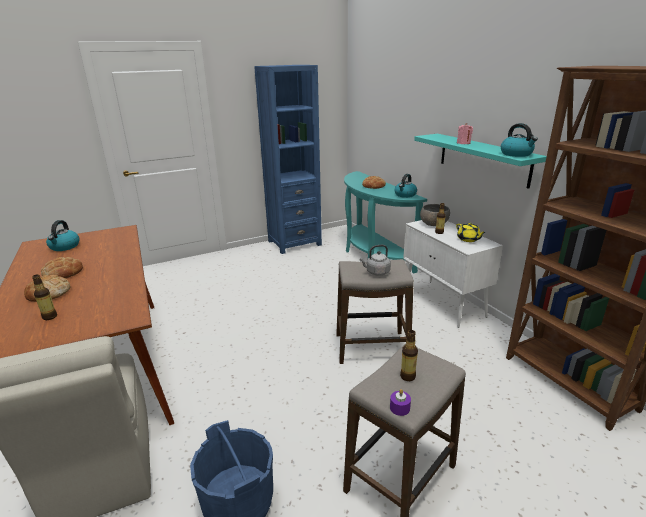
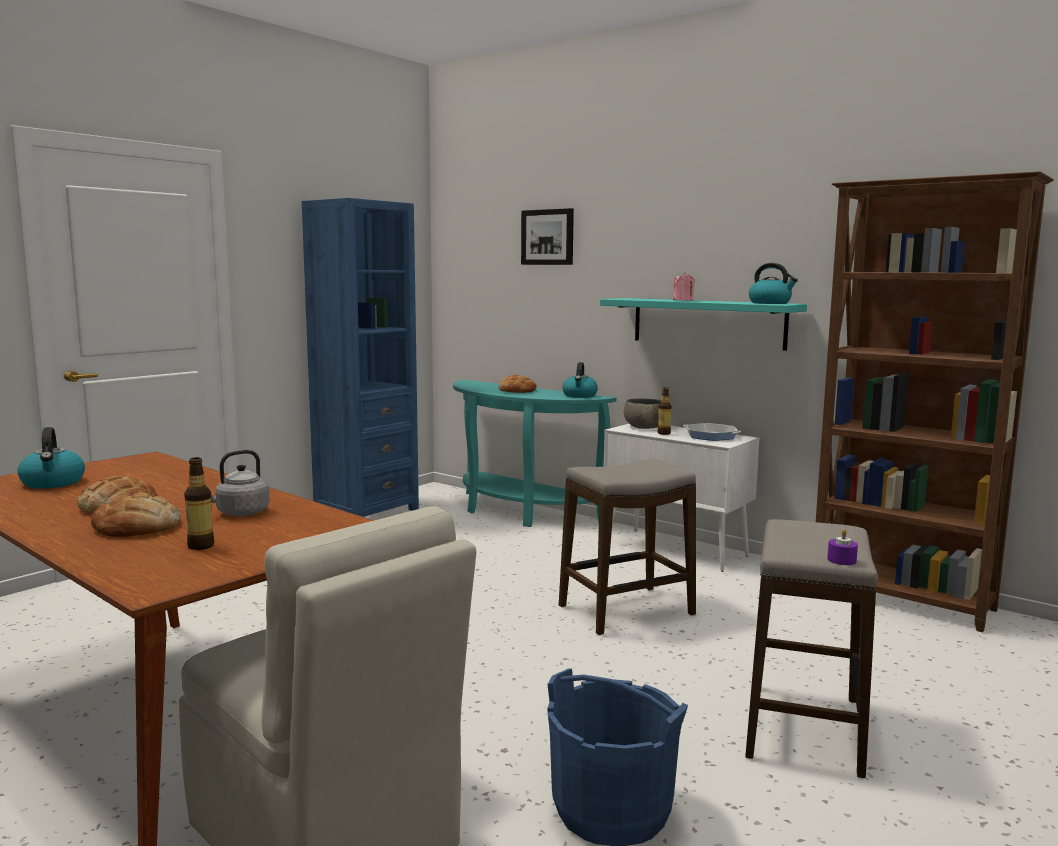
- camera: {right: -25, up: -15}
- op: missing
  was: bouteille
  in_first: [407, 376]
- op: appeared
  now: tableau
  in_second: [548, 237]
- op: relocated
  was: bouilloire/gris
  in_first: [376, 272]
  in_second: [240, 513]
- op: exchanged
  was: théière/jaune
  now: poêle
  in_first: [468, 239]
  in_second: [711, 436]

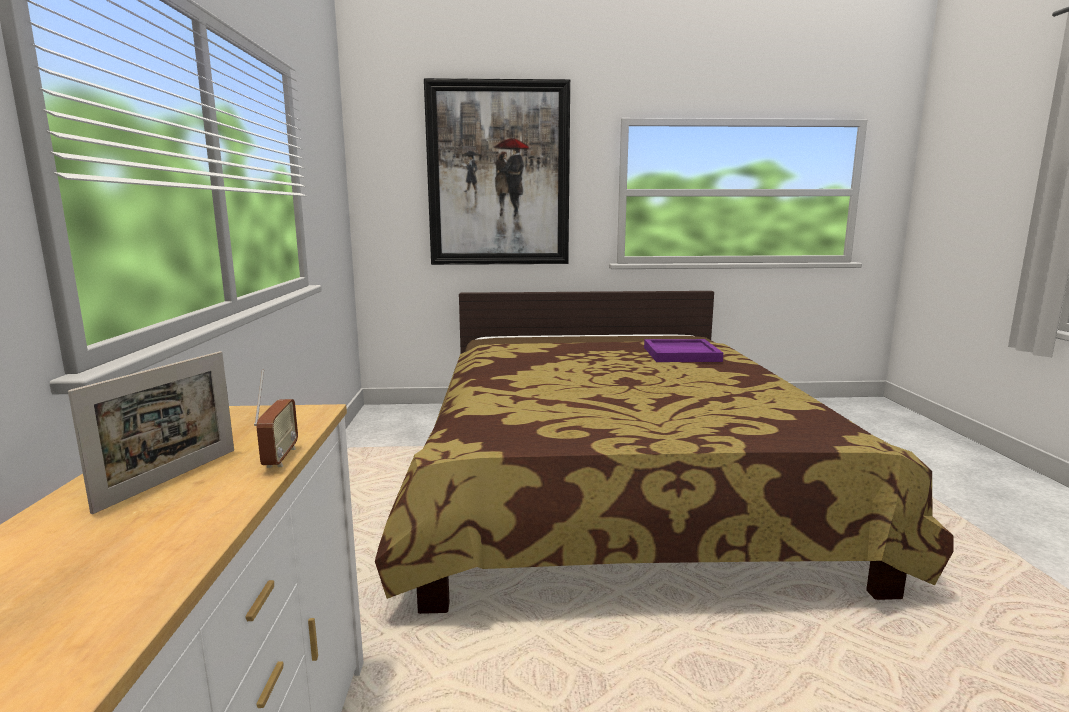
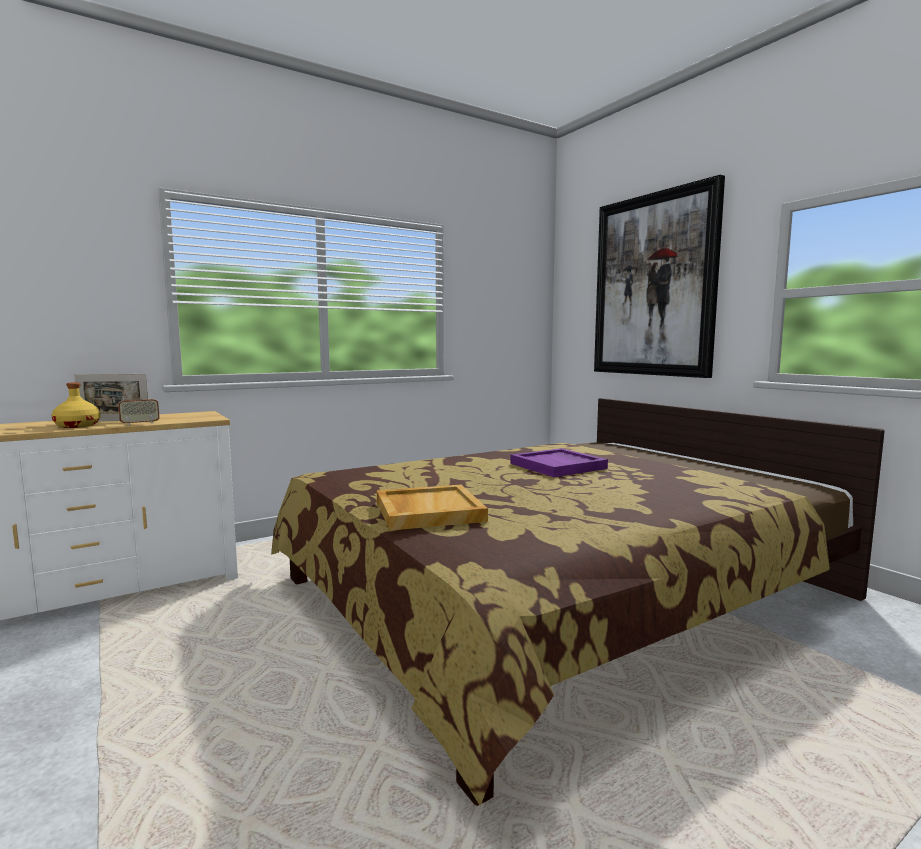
- camera: {right: 60, up: -5}
- op: appeared
  now: bouteille/jaune
  in_second: [78, 426]
- op: appeared
  now: plateau/beige
  in_second: [428, 511]
- op: relocated
  was: plateau/violet
  in_first: [681, 354]
  in_second: [558, 466]

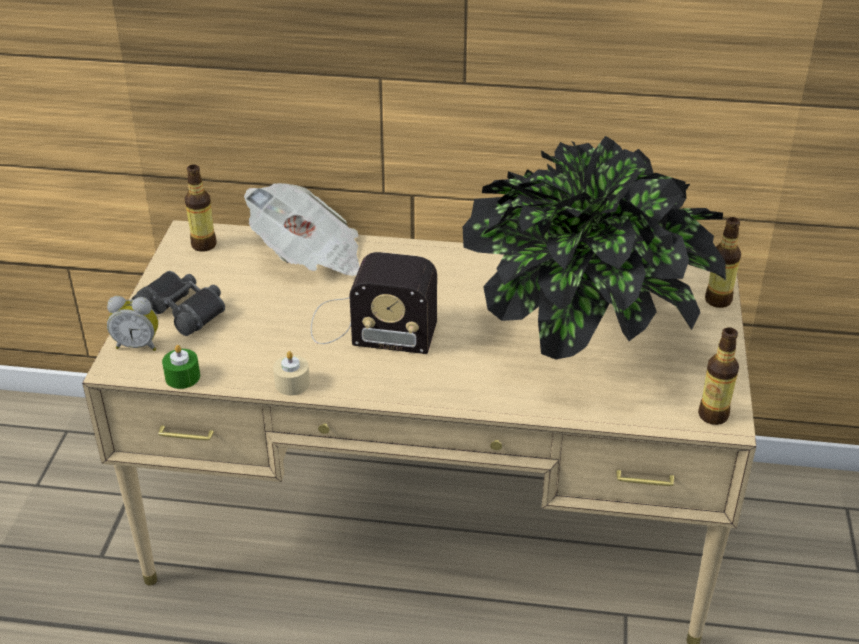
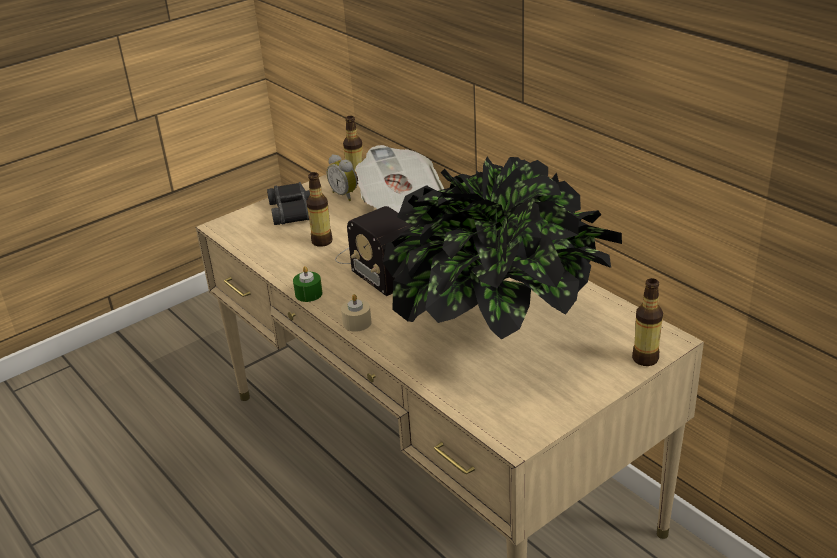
- camera: {right: 45, up: -5}
- op: relocated
  was: réveil
  in_first: [138, 345]
  in_second: [345, 195]
- op: relocated
  was: bougie/vert
  in_first: [182, 377]
  in_second: [308, 294]
- op: relocated
  was: bougie/beige
  in_first: [292, 383]
  in_second: [357, 323]
- op: relocated
  was: bouteille
  in_first: [713, 415]
  in_second: [322, 241]

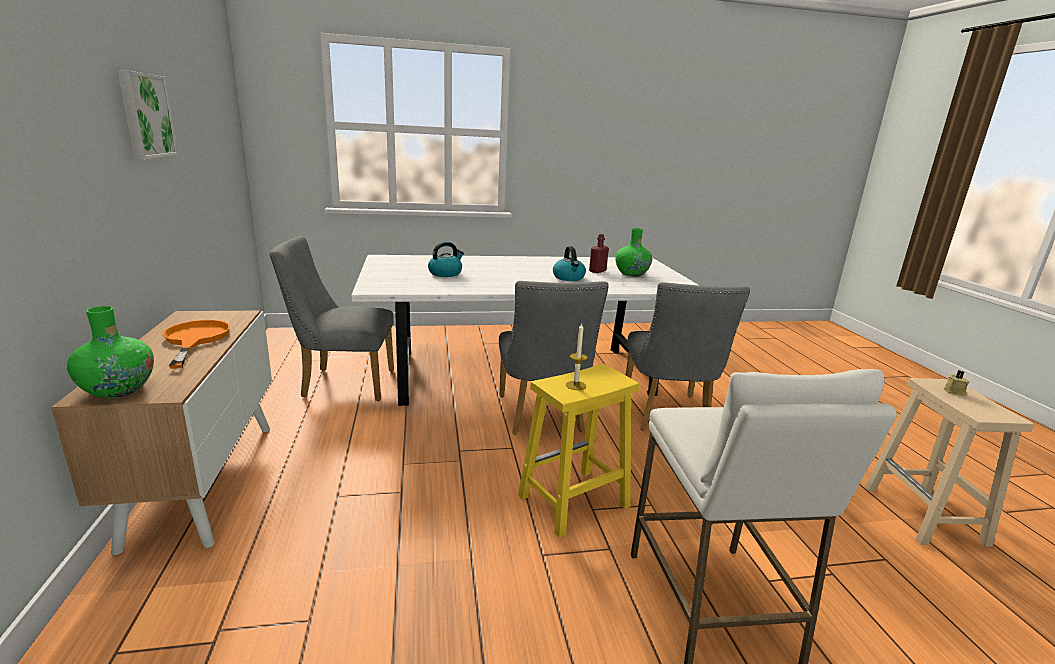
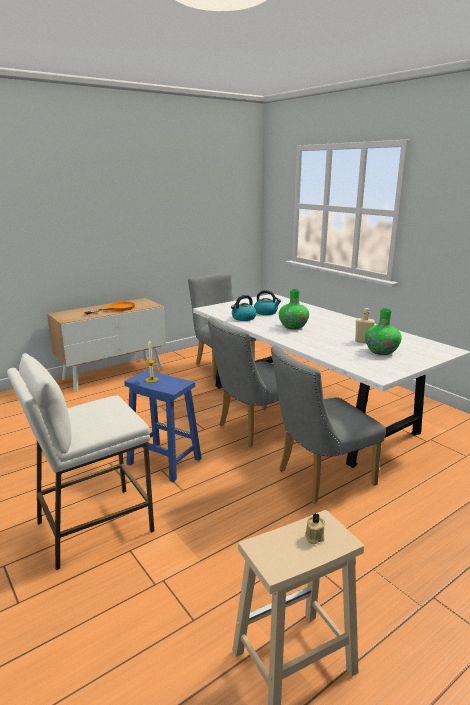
- camera: {right: 65, up: 0}
- op: missing
  was: tableau
  in_first: [145, 115]
- op: relocated
  was: vase/vert
  in_first: [118, 389]
  in_second: [293, 327]
- op: relocated
  was: bouilloire
  in_first: [569, 278]
  in_second: [243, 318]
- op: colour
  was: tabouret/jaune
  now: tabouret/bleu
  in_first: [572, 502]
  in_second: [163, 461]
- op: colour
  was: bouteille/rouge
  now: bouteille/beige
  in_first: [597, 271]
  in_second: [363, 341]

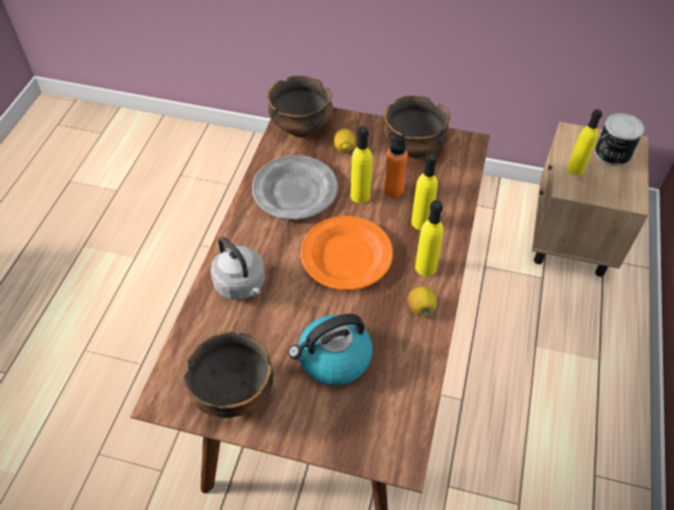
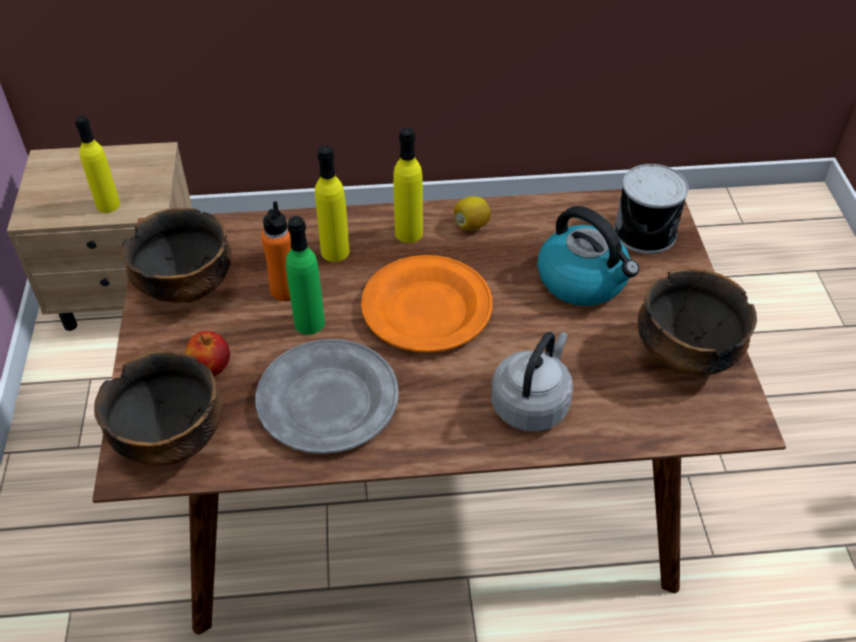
- camera: {right: -110, up: -5}
- op: relocated
  was: boîte métallique
  in_first: [612, 153]
  in_second: [646, 233]
- op: exchanged
  was: citron
  now: pomme
  in_first: [344, 148]
  in_second: [211, 368]
- op: colour
  was: bouteille/jaune
  now: bouteille/vert
  in_first: [360, 196]
  in_second: [309, 323]

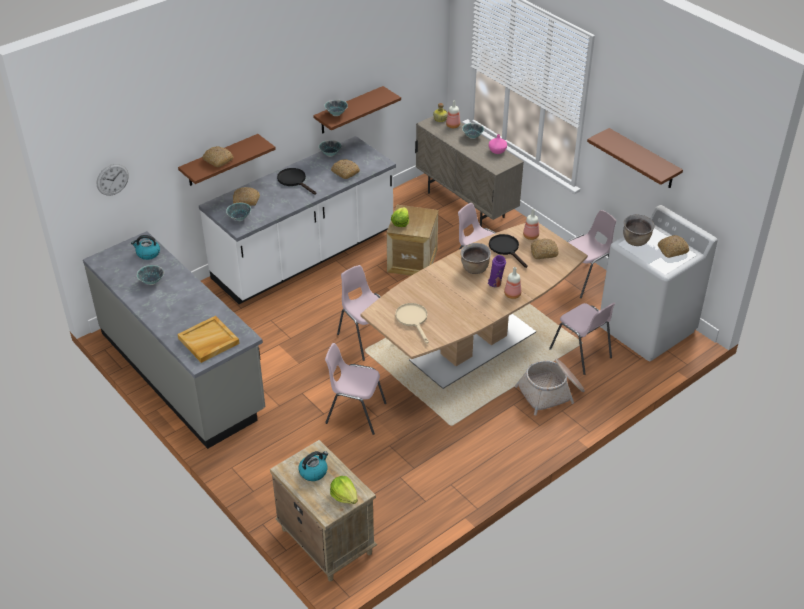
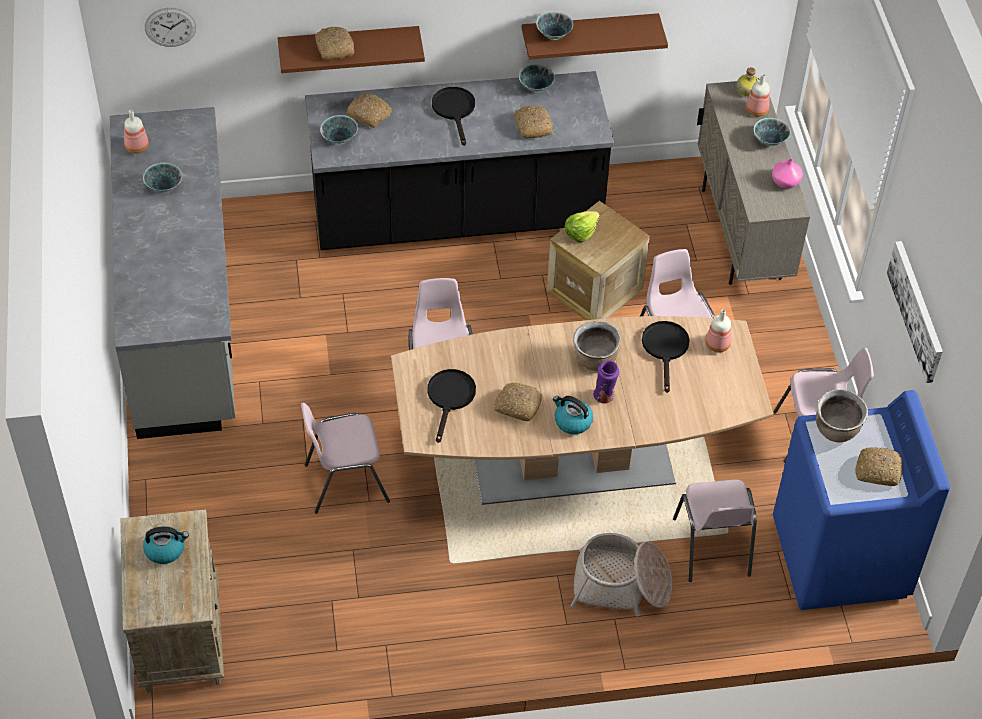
- camera: {right: 30, up: 10}
- op: missing
  was: plateau/beige
  in_first: [208, 341]
- op: missing
  was: laitue
  in_first: [344, 496]
- op: relocated
  was: bouilloire
  in_first: [148, 254]
  in_second: [572, 421]
- op: relocated
  was: bouteille
  in_first: [513, 295]
  in_second: [137, 147]
- op: relocated
  was: pain
  in_first: [543, 253]
  in_second: [517, 406]
- op: exchanged
  was: étagère/marron
  now: tableau
  in_first: [643, 159]
  in_second: [917, 310]
- op: colour
  was: comptoir de cuisine/blanc
  now: comptoir de cuisine/noir
  in_first: [304, 256]
  in_second: [457, 216]
- op: colour
  was: poêle/beige
  now: poêle/noir
  in_first: [413, 320]
  in_second: [450, 398]
- op: colour
  was: lave-linge/blanc
  now: lave-linge/bleu
  in_first: [647, 329]
  in_second: [840, 558]
- op: spun
  was: chaise/rose
  in_first: [355, 413]
  in_second: [345, 482]
  clockwise: -60

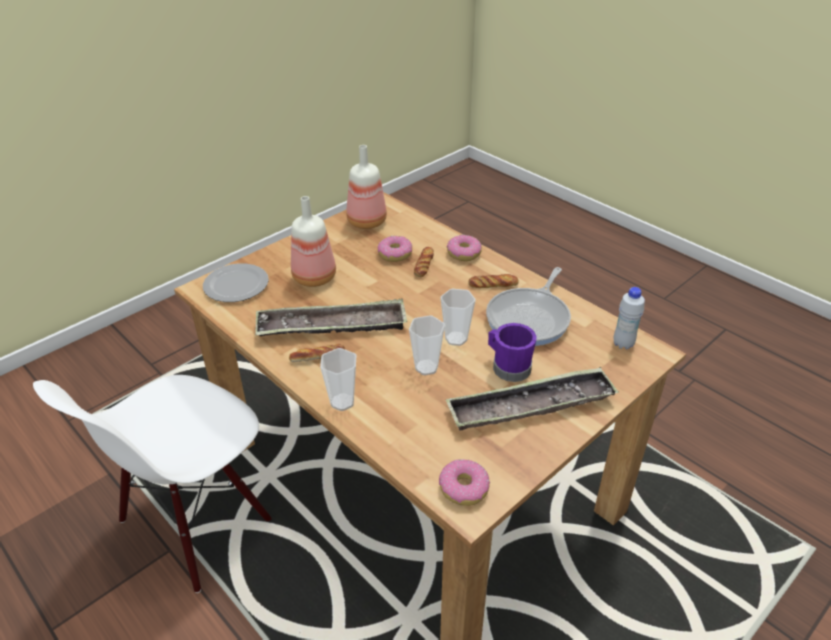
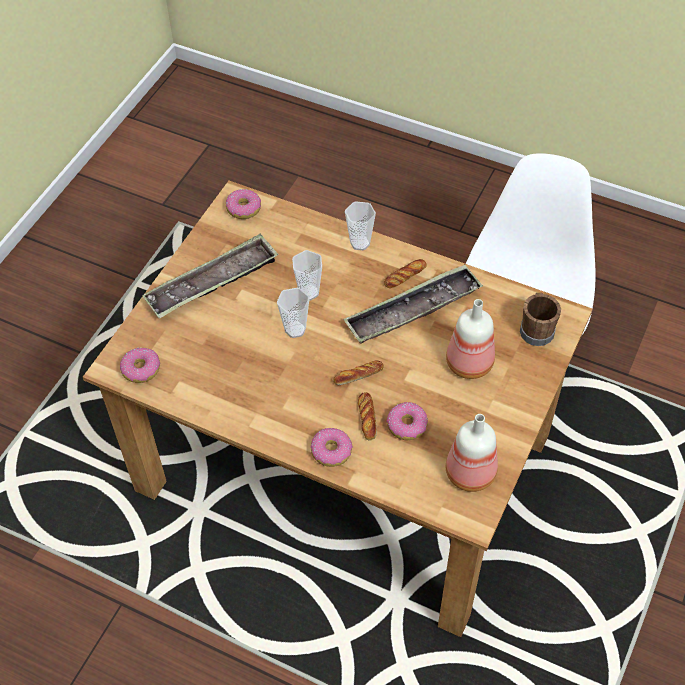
- camera: {right: 160, up: 15}
- op: missing
  was: poêle
  in_first: [530, 319]
- op: missing
  was: mug/violet
  in_first: [508, 367]
- op: relocated
  was: pain
  in_first: [493, 284]
  in_second: [358, 375]
- op: exchanged
  was: assiette
  now: mug/marron
  in_first: [236, 286]
  in_second: [536, 329]
- op: exchanged
  was: bouteille/blanc
  now: beignet
  in_first: [623, 344]
  in_second: [141, 369]

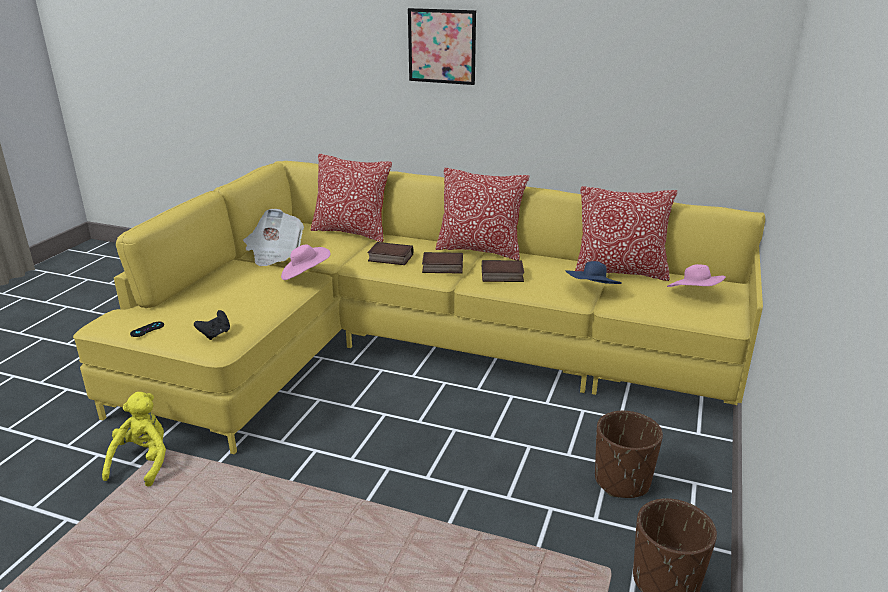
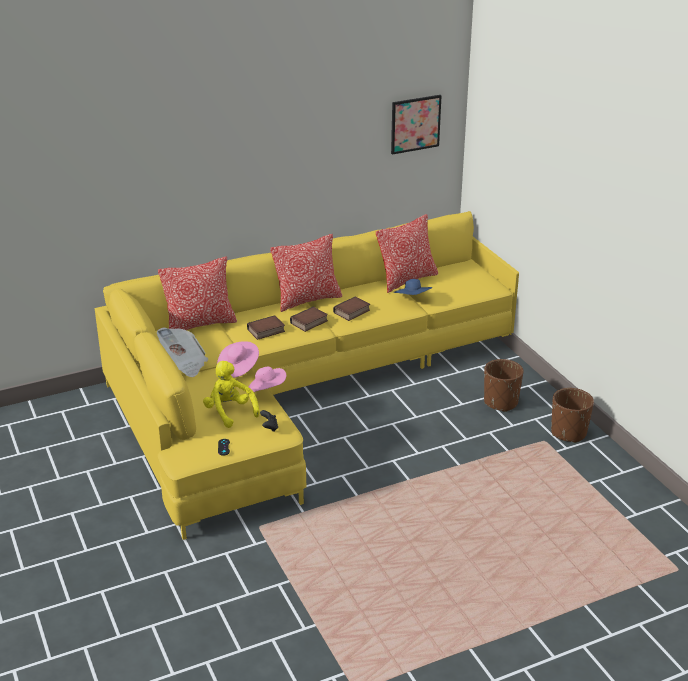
- camera: {right: -45, up: 5}
- op: relocated
  was: peluche/jaune
  in_first: [143, 462]
  in_second: [229, 412]
- op: relocated
  was: tableau
  in_first: [442, 46]
  in_second: [415, 124]
- op: relocated
  was: chapeau/rose
  in_first: [694, 295]
  in_second: [266, 390]

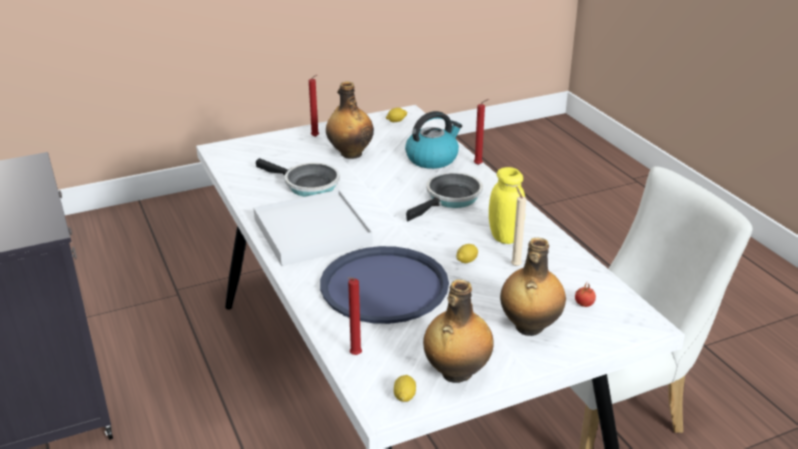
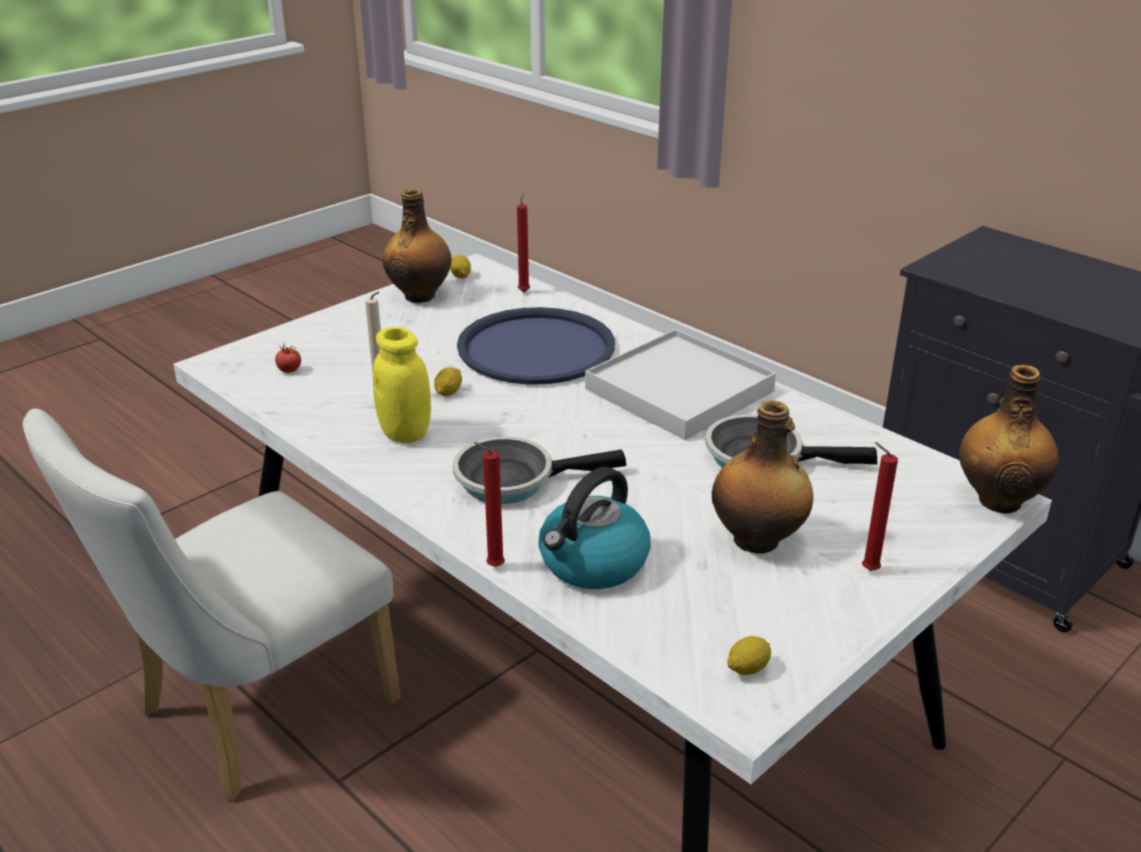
- camera: {right: 160, up: 0}
- op: relocated
  was: bouteille
  in_first: [529, 327]
  in_second: [998, 500]
- op: spun
  was: poêle
  in_first: [451, 199]
  in_second: [513, 479]
  clockwise: 60

